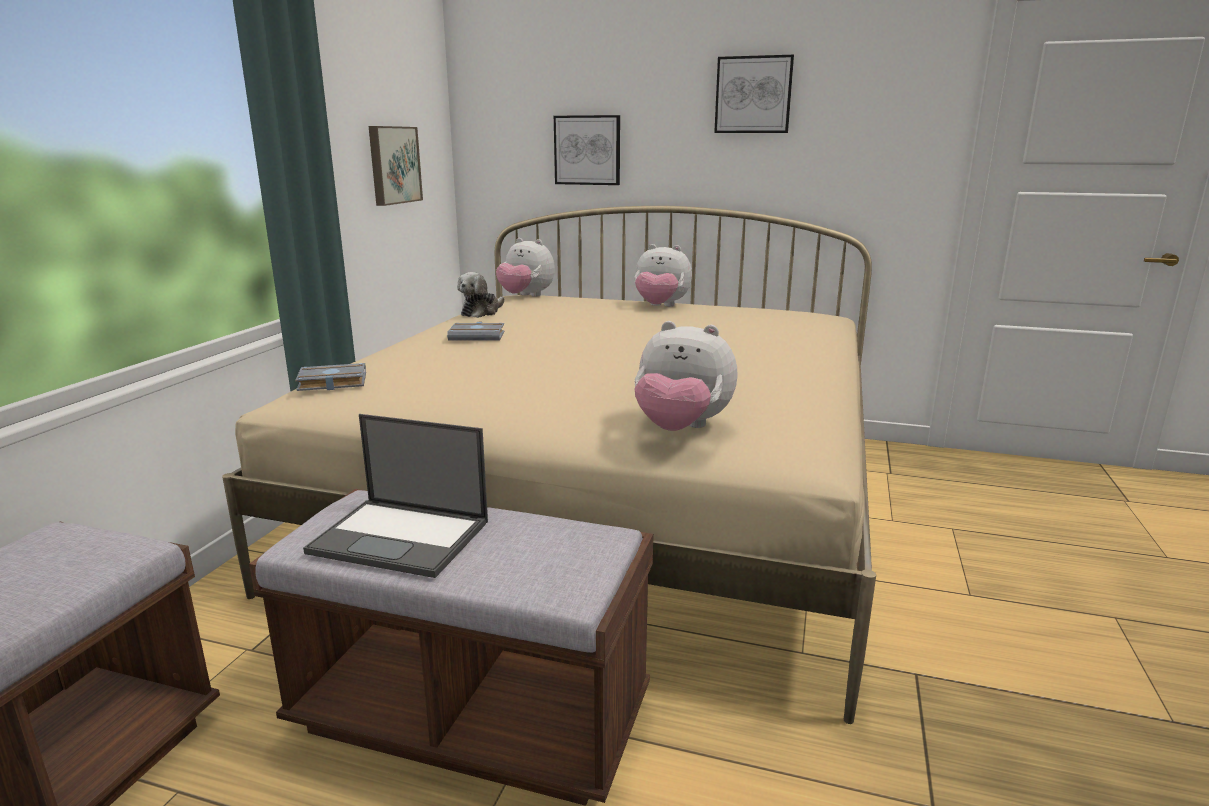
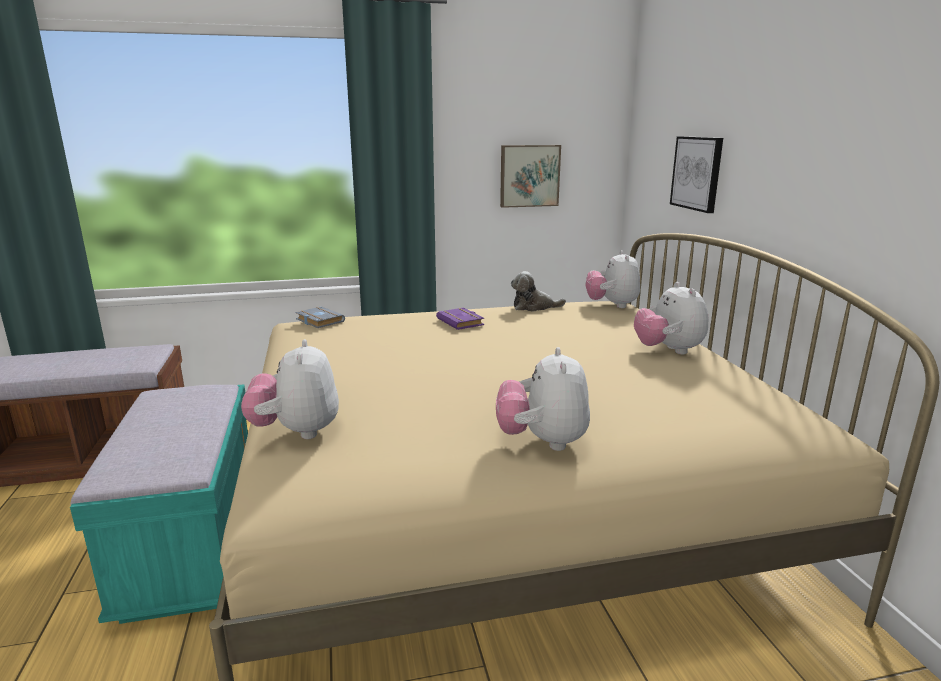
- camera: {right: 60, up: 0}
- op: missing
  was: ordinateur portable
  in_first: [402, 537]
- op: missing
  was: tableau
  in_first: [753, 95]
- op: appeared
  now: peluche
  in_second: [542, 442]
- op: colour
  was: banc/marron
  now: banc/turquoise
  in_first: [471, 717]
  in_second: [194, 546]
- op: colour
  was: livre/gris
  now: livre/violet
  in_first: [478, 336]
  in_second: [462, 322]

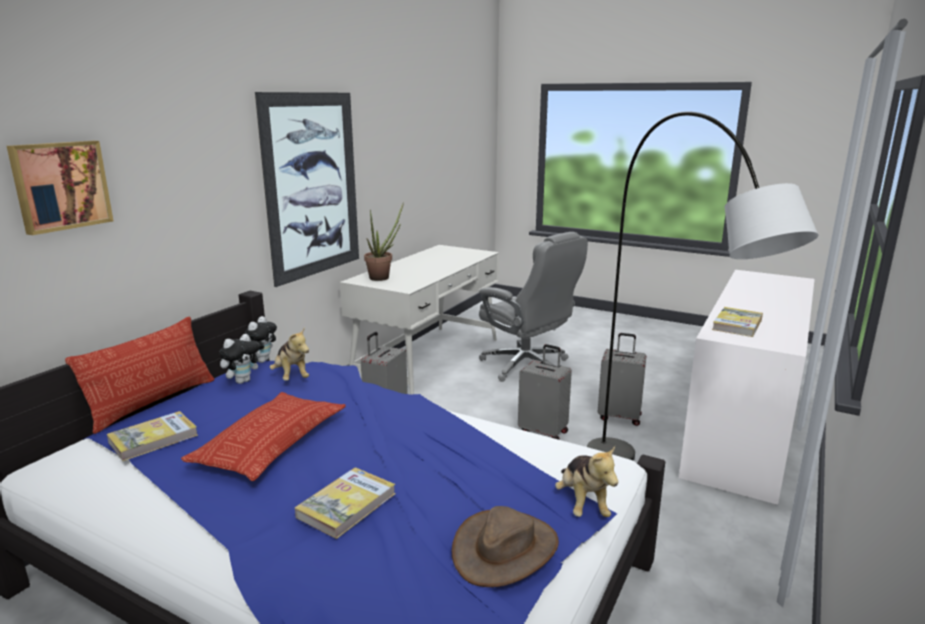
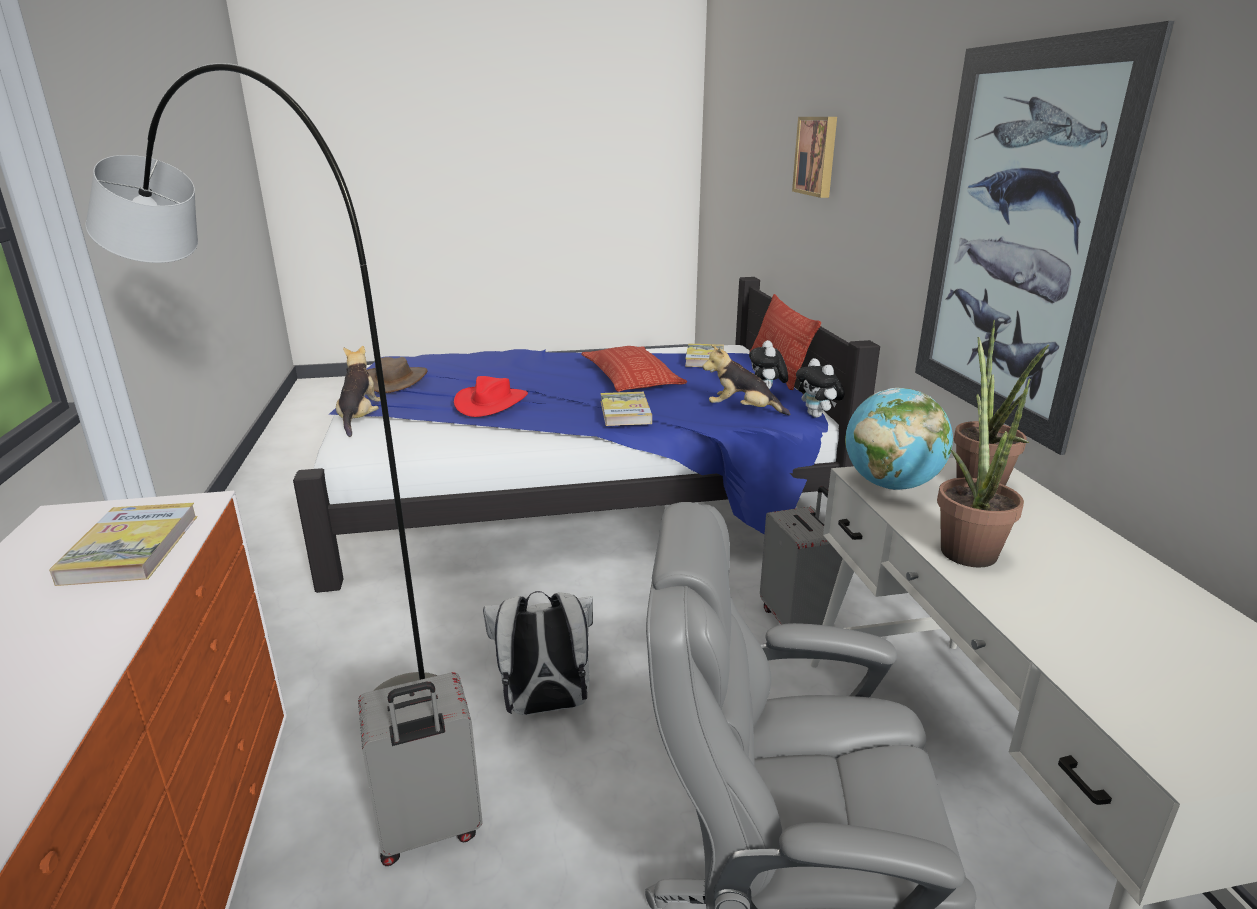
- camera: {right: 140, up: 5}
- op: appeared
  now: chapeau/rouge
  in_second: [491, 402]
- op: appeared
  now: globe
  in_second: [890, 485]
- op: appeared
  now: plante en pot
  in_second: [965, 547]
- op: relocated
  was: livre
  in_first: [346, 505]
  in_second: [625, 412]
- op: exchanged
  was: valise/gris
  now: sac à dos/blanc
  in_first: [544, 432]
  in_second: [545, 706]
- op: spun
  was: peluche
  in_first: [582, 504]
  in_second: [360, 419]
  clockwise: 45

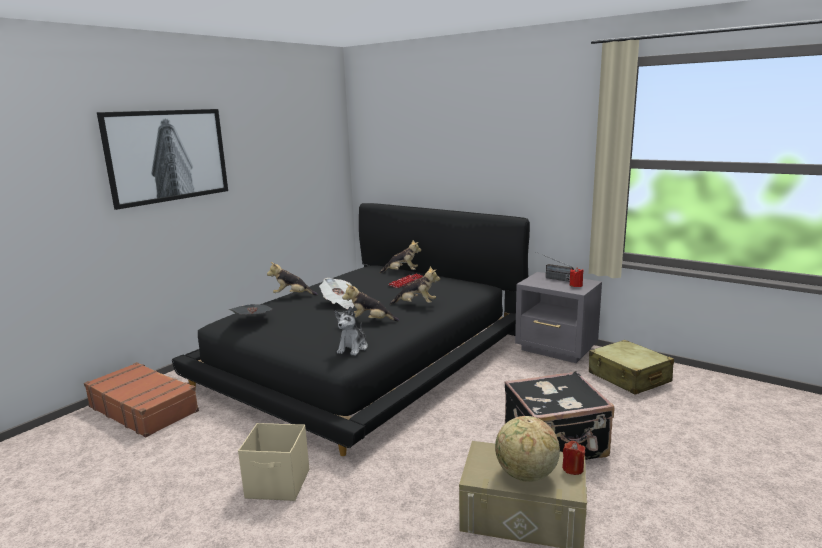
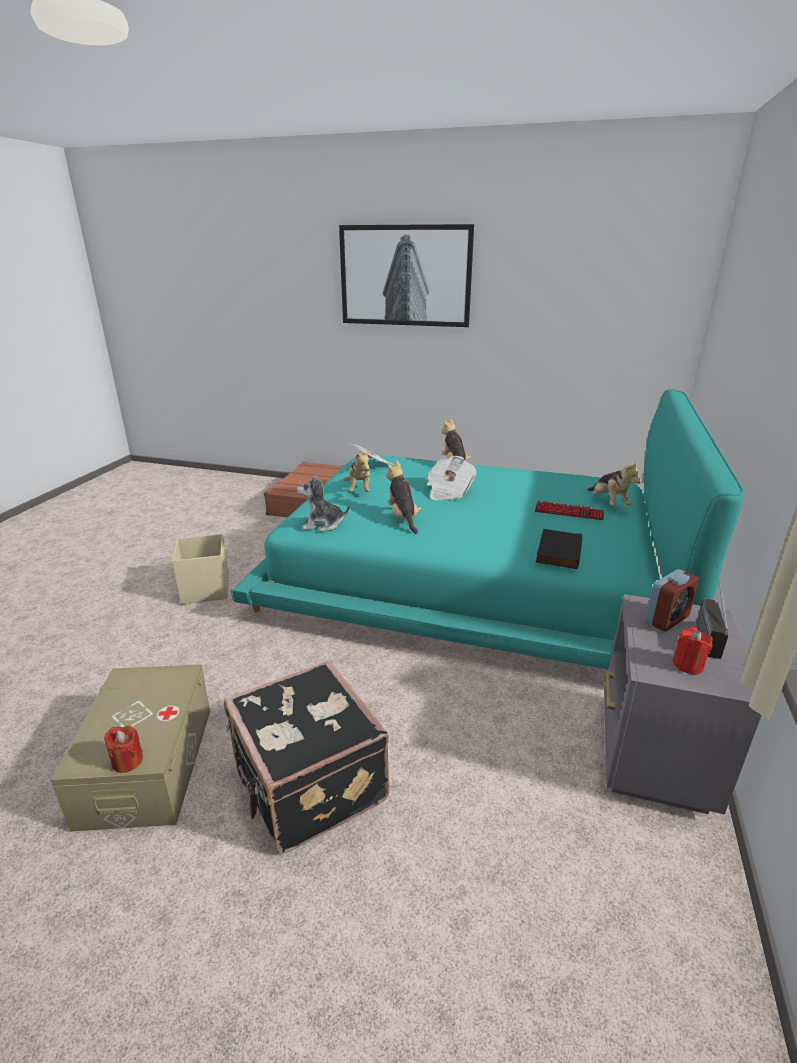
- camera: {right: 70, up: 10}
- op: missing
  was: globe
  in_first: [526, 475]
- op: missing
  was: valise/beige
  in_first: [629, 377]
- op: appeared
  now: livre/noir
  in_second: [557, 551]
- op: appeared
  now: réveil
  in_second: [666, 619]
- op: relocated
  was: peluche
  in_first: [416, 304]
  in_second: [359, 489]
- op: colour
  was: lit/noir
  now: lit/turquoise
  in_first: [367, 357]
  in_second: [473, 574]

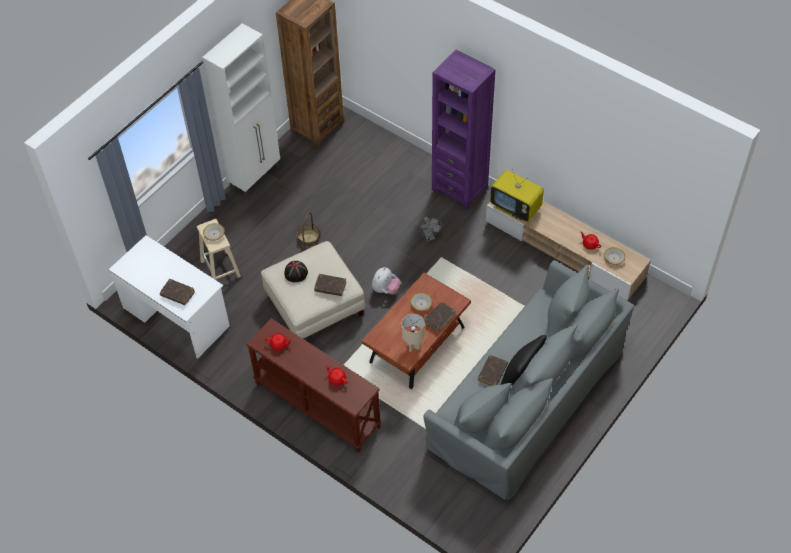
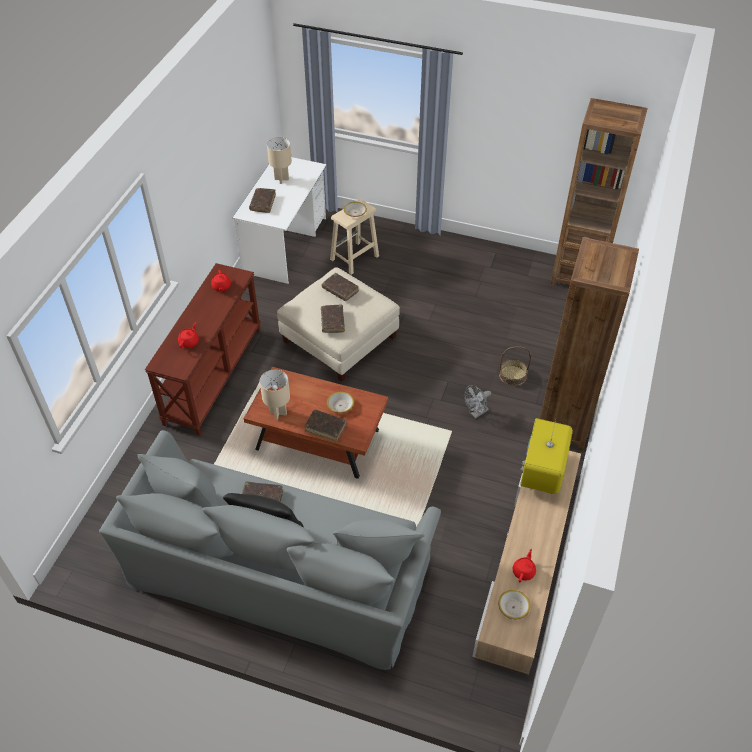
- camera: {right: 70, up: -5}
- op: missing
  was: meuble de rangement/blanc
  in_first: [255, 177]
- op: missing
  was: peluche
  in_first: [385, 289]
- op: appeared
  now: lampe de table/beige
  in_second: [282, 179]
- op: relocated
  was: panier
  in_first: [308, 238]
  in_second: [512, 375]
- op: exchanged
  was: chapeau/noir
  now: livre/marron
  in_first: [296, 273]
  in_second: [340, 290]
- op: colour
  was: bibliothèque/violet
  now: bibliothèque/marron
  in_first: [459, 188]
  in_second: [564, 423]

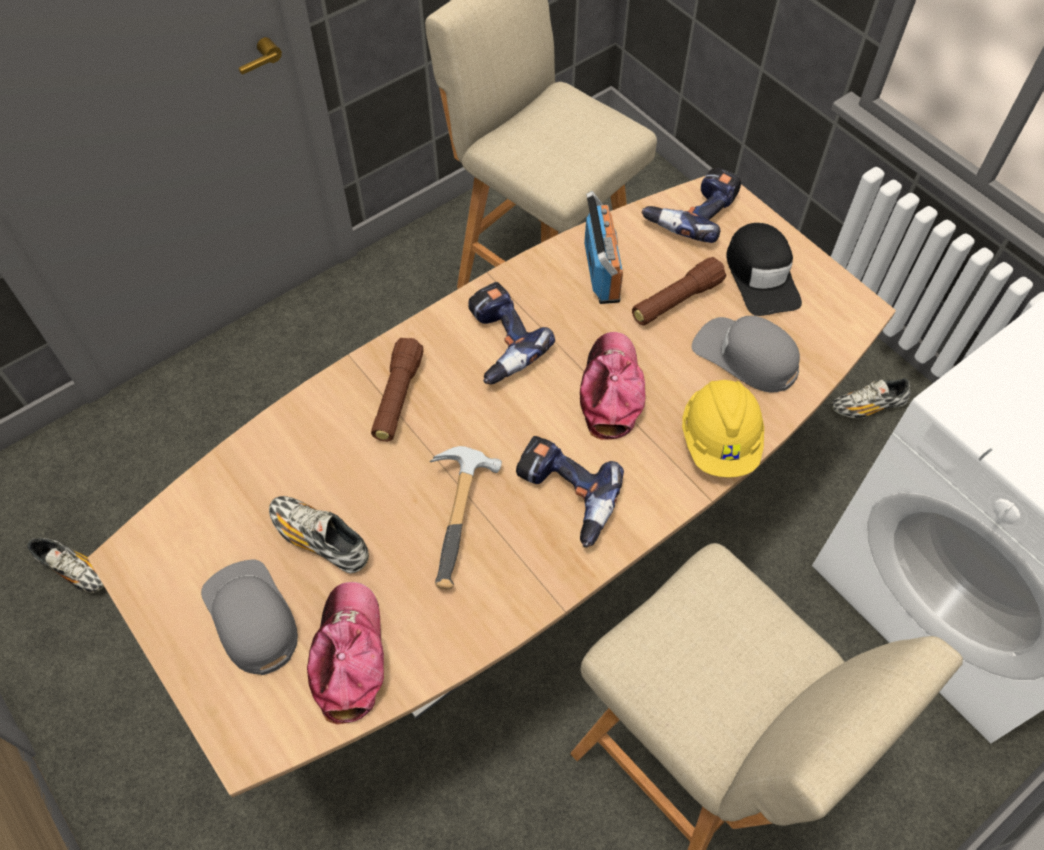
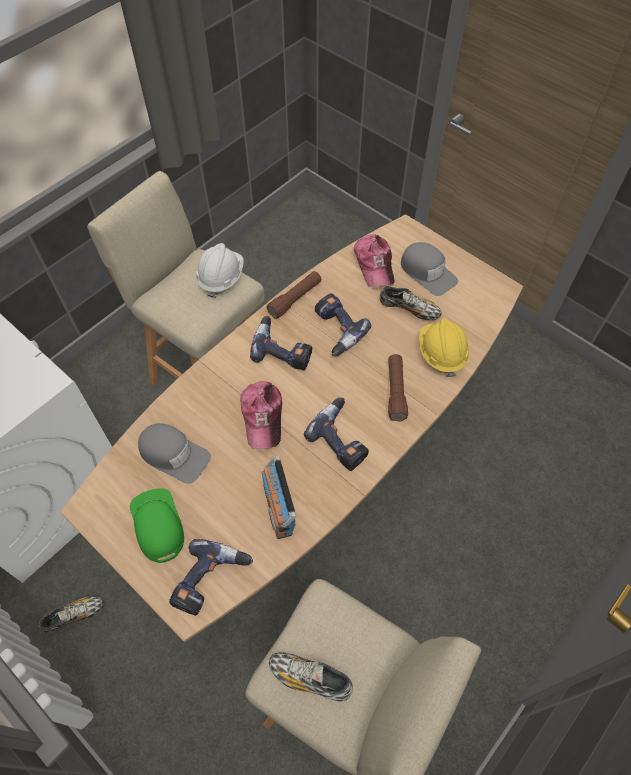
- camera: {right: 170, up: 0}
- op: appeared
  now: casque de chantier/blanc
  in_second: [221, 278]
- op: relocated
  was: chaussure
  in_first: [74, 570]
  in_second: [310, 678]
- op: relocated
  was: lampe de poche/marron
  in_first: [676, 301]
  in_second: [295, 299]
- op: relocated
  was: casque de chantier/jaune
  in_first: [720, 441]
  in_second: [441, 353]
- op: exchanged
  was: marteau
  now: perceuse
  in_first: [465, 518]
  in_second: [335, 331]
- op: colour
  was: casquette/noir
  now: casquette/vert
  in_first: [761, 276]
  in_second: [157, 525]

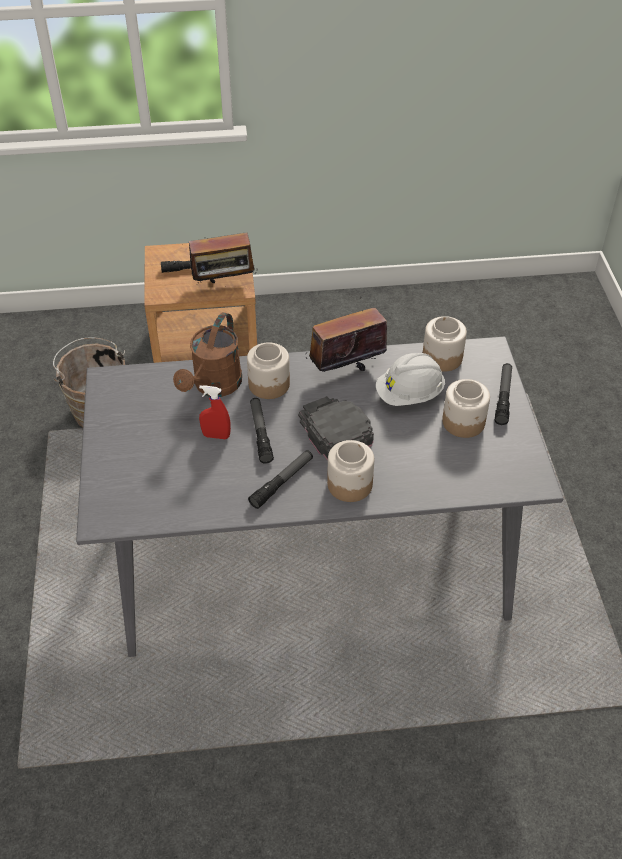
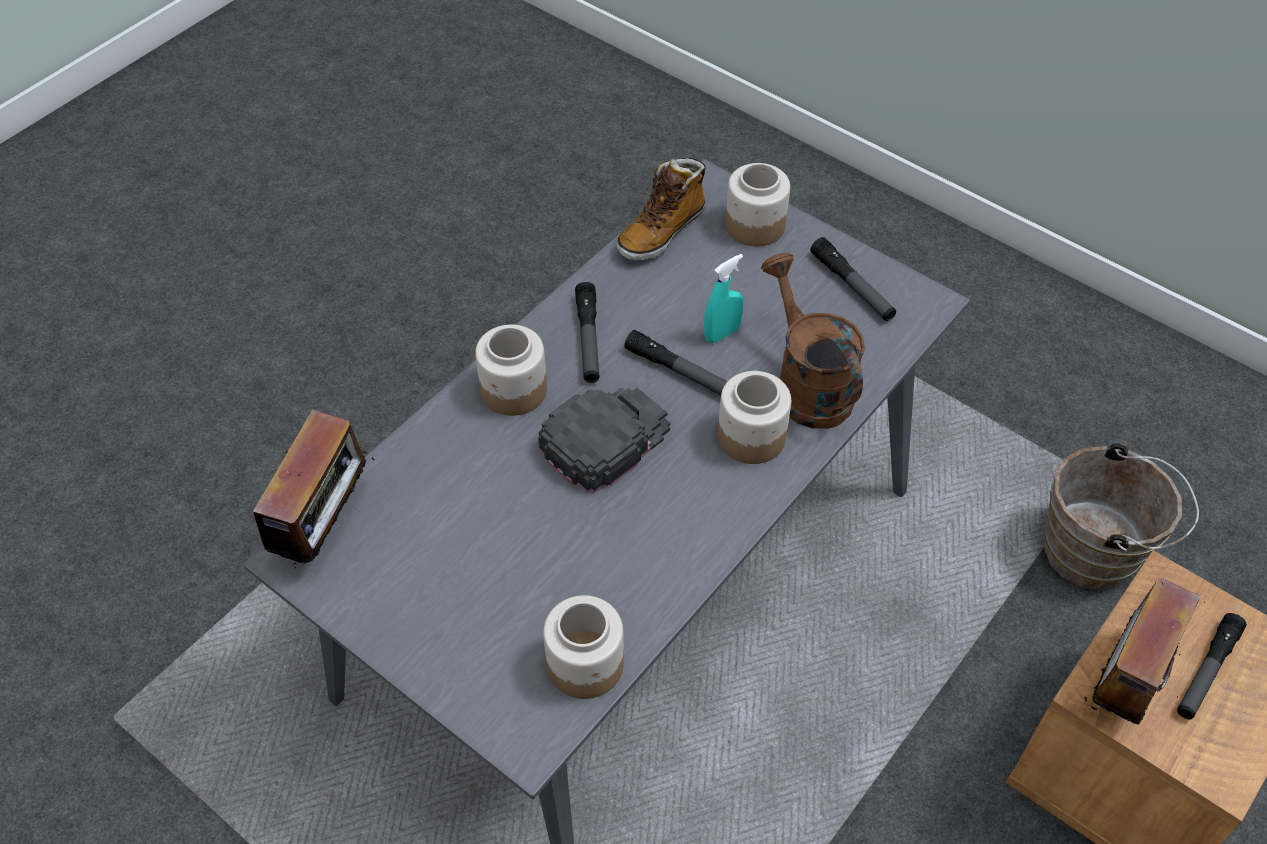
- camera: {right: 135, up: 5}
- op: missing
  was: casque de chantier/blanc
  in_first: [409, 395]
- op: appeared
  now: botte
  in_second: [661, 231]
- op: relocated
  was: radio
  in_first: [346, 369]
  in_second: [326, 525]
- op: relocated
  was: bocal
  in_first: [464, 422]
  in_second: [754, 225]
- op: relocated
  was: lampe de poche
  in_first: [503, 397]
  in_second: [852, 286]
- op: colour
  was: vaporisateur/rouge
  now: vaporisateur/turquoise
  in_first: [216, 436]
  in_second: [722, 333]
- op: spun
  was: casquette/noir
  in_first: [333, 430]
  in_second: [605, 439]
  clockwise: -60

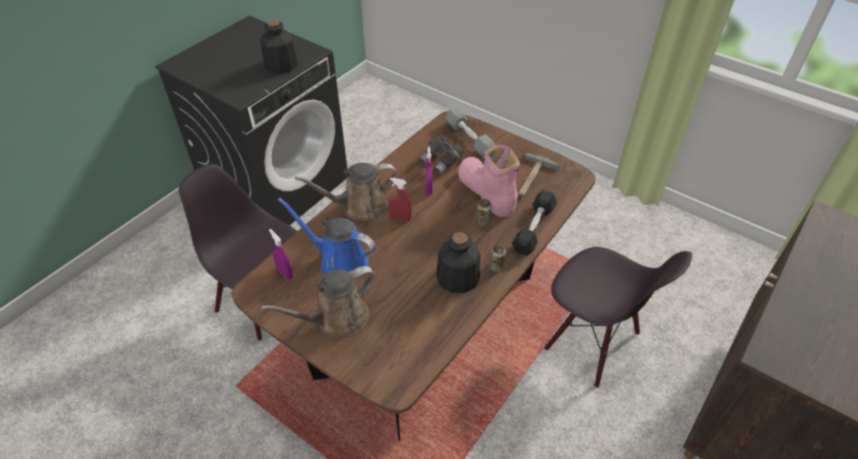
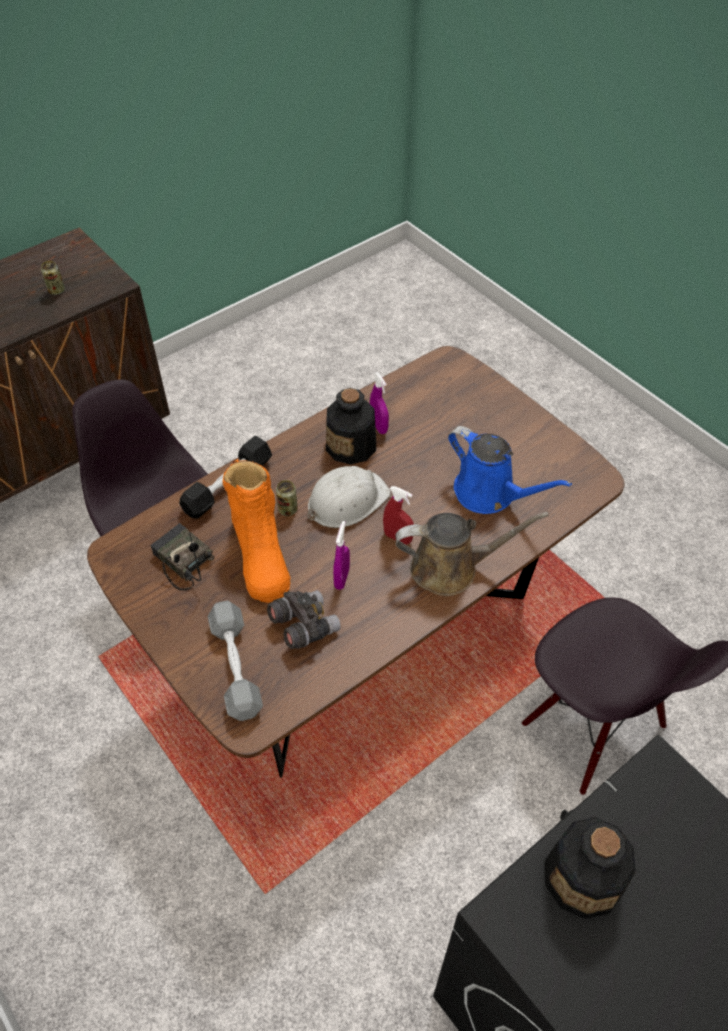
- camera: {right: -165, up: 5}
- op: missing
  was: arrosoir/marron
  in_first: [337, 318]
- op: appeared
  now: casque de chantier/blanc
  in_second: [346, 501]
- op: relocated
  was: vaporisateur/violet
  in_first: [285, 273]
  in_second: [378, 426]
- op: relocated
  was: boîte métallique
  in_first: [496, 267]
  in_second: [56, 290]
- op: exchanged
  was: marteau
  now: radio
  in_first: [532, 179]
  in_second: [181, 561]
- op: colour
  was: botte/rose
  now: botte/orange
  in_first: [486, 191]
  in_second: [260, 555]

